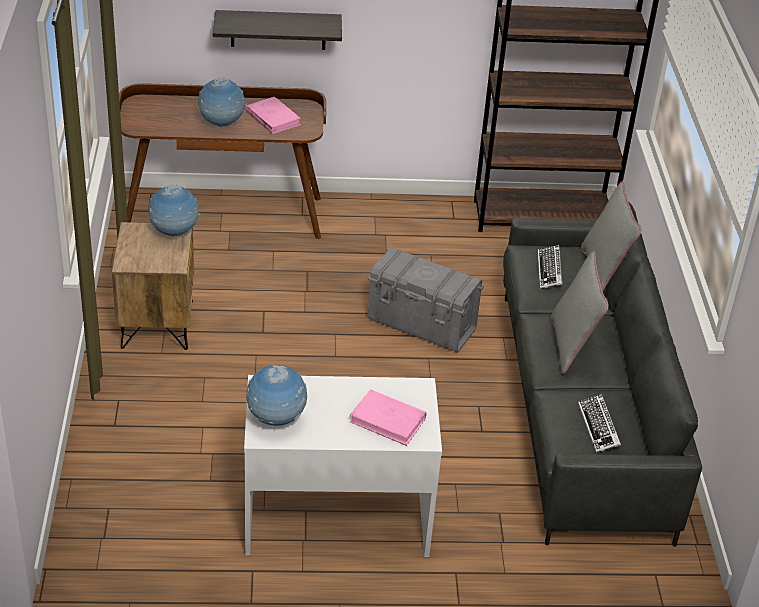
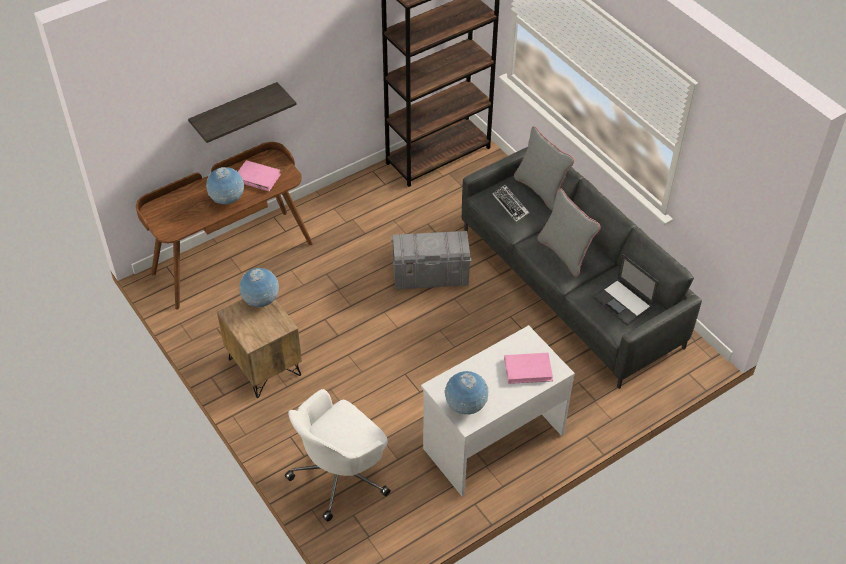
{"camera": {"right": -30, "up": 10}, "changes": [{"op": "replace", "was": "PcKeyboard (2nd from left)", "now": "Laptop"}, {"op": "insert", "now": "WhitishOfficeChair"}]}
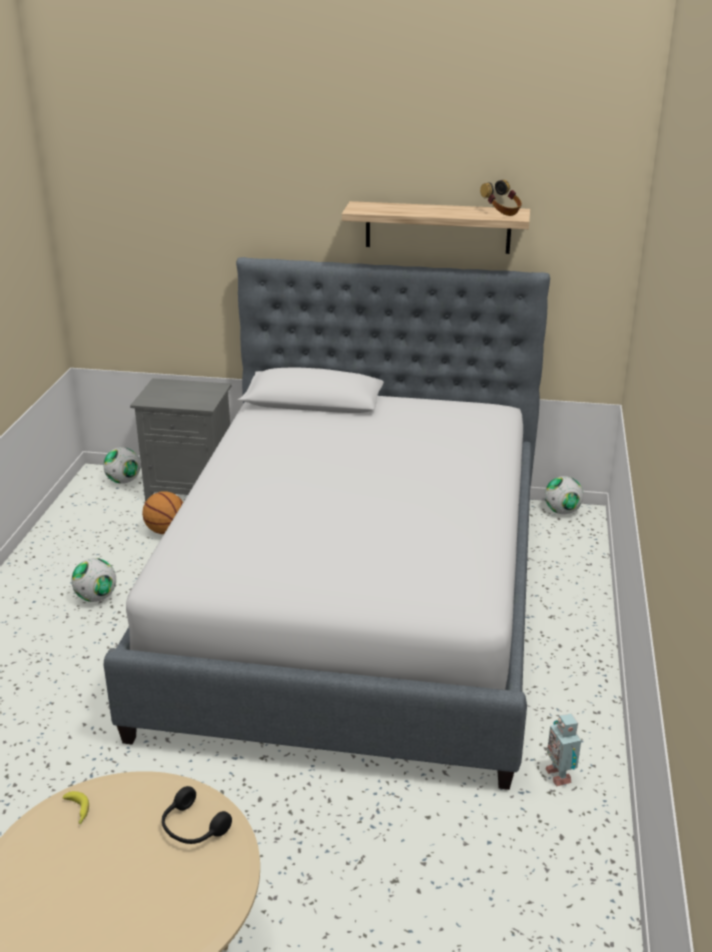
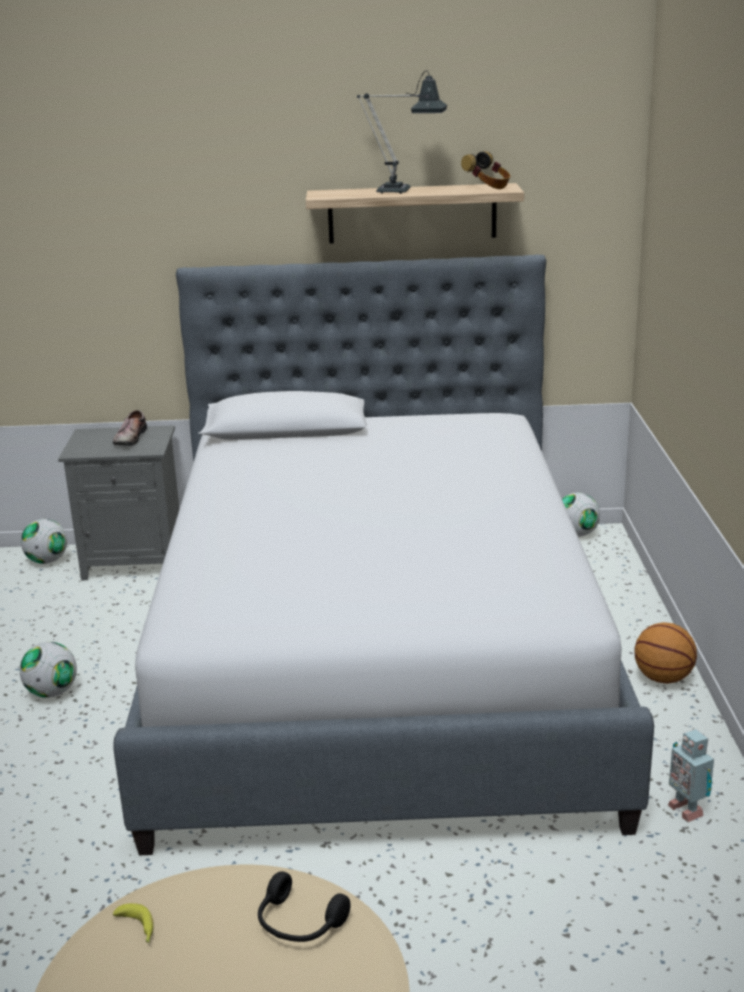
{"camera": {"right": -10, "up": -5}, "changes": [{"op": "move", "was": "Basketball"}, {"op": "insert", "now": "TabletopLamp"}, {"op": "insert", "now": "Shoe"}]}
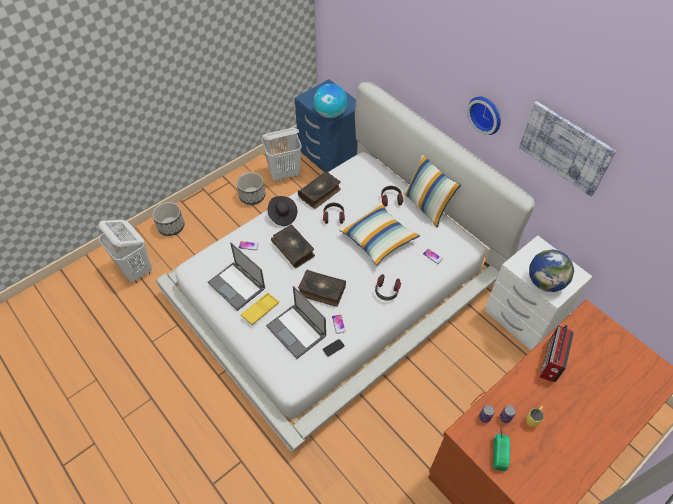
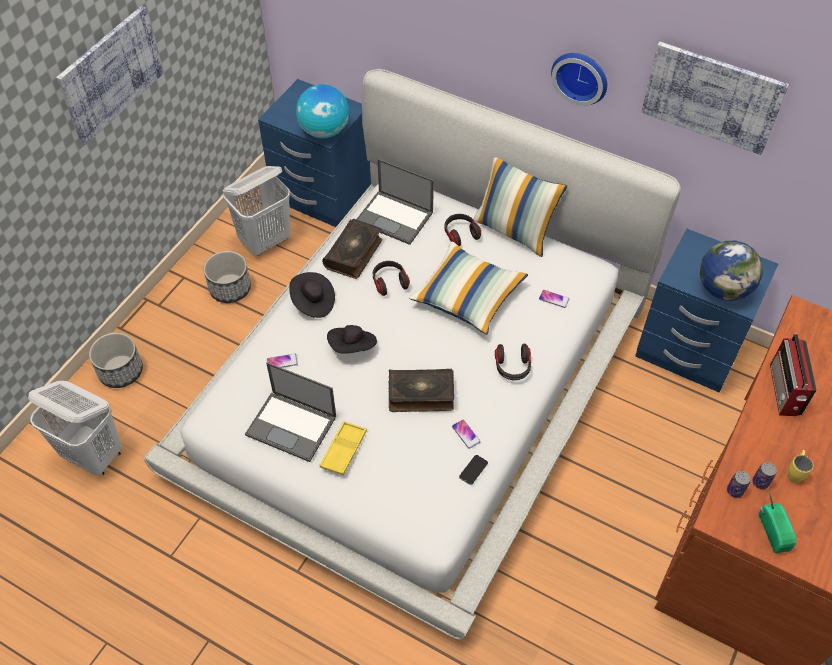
{"camera": {"right": -20, "up": 0}, "changes": [{"op": "replace", "was": "Book (1st from left)", "now": "BlackishWearableHat (2nd from left)"}, {"op": "recolor", "was": "WhitishNightTable", "now": "BluishNightTable (2nd from left)"}, {"op": "move", "was": "Laptop (2nd from left)"}, {"op": "insert", "now": "WallArt (1st from left)"}]}
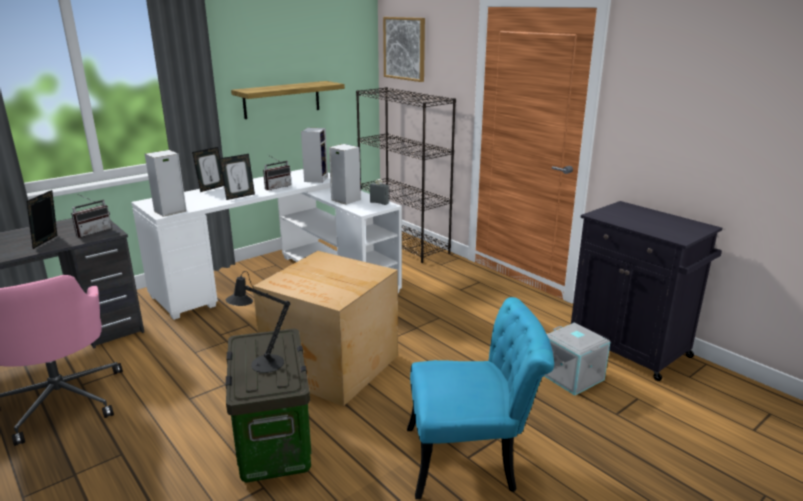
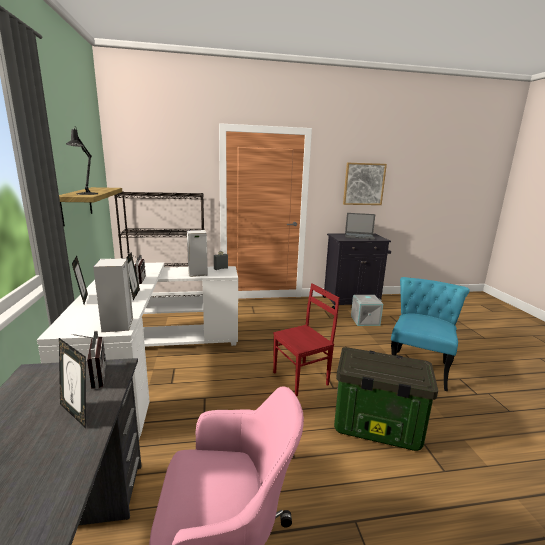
{"camera": {"right": -60, "up": -5}, "changes": [{"op": "move", "was": "WallArt"}, {"op": "delete", "was": "AudioSpeaker (2nd from left)"}, {"op": "replace", "was": "PackingBox", "now": "ReddishPlainChair"}, {"op": "move", "was": "BlackishTabletopLamp"}, {"op": "insert", "now": "Laptop"}]}
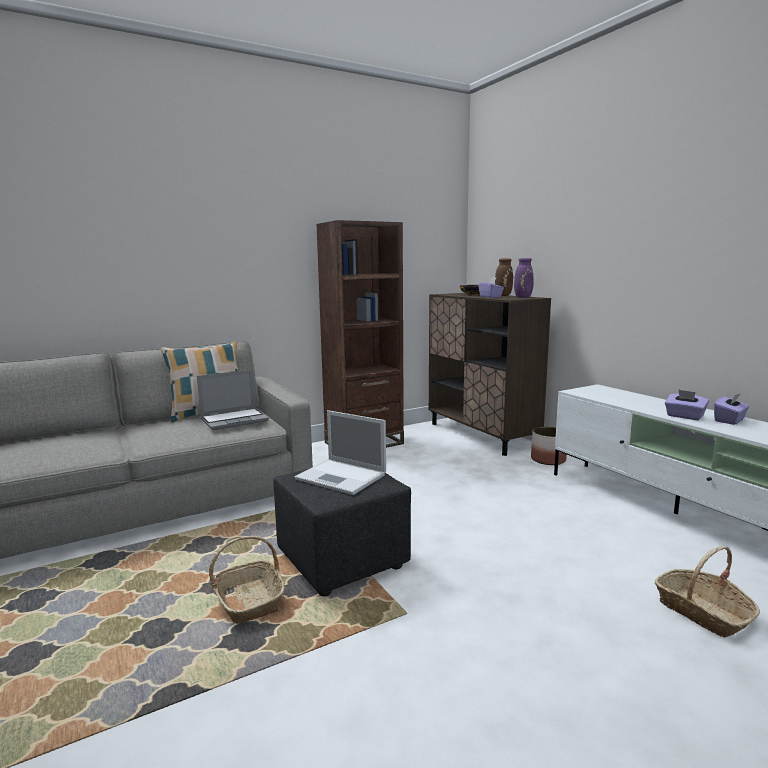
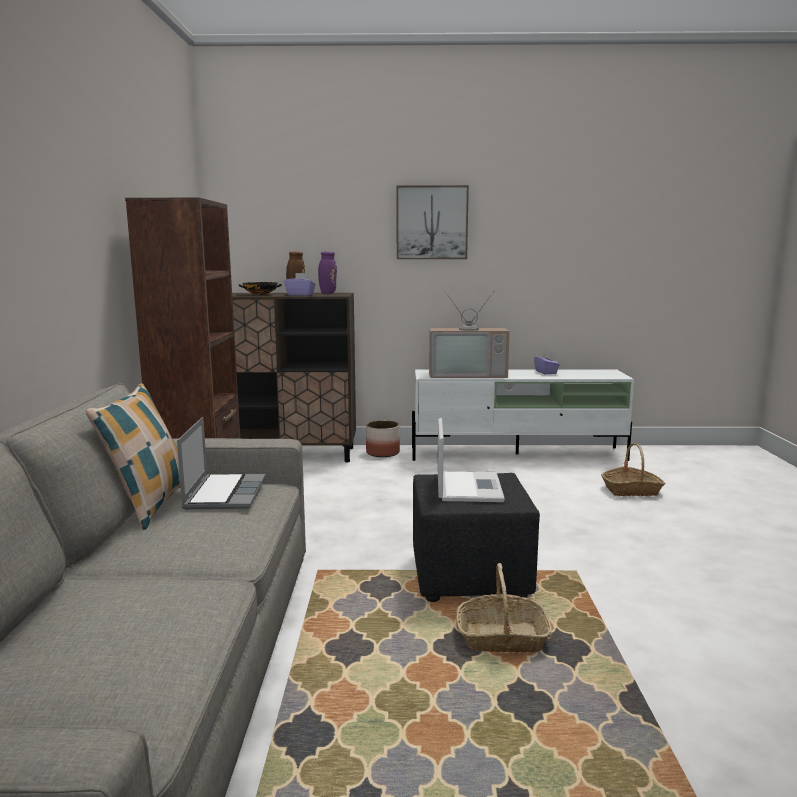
{"camera": {"right": -60, "up": 0}, "changes": [{"op": "delete", "was": "PurpleColouredTissueHolder (2nd from left)"}, {"op": "rotate", "was": "Laptop (2nd from left)", "clockwise": -60}, {"op": "insert", "now": "WallArt"}, {"op": "insert", "now": "Television"}]}
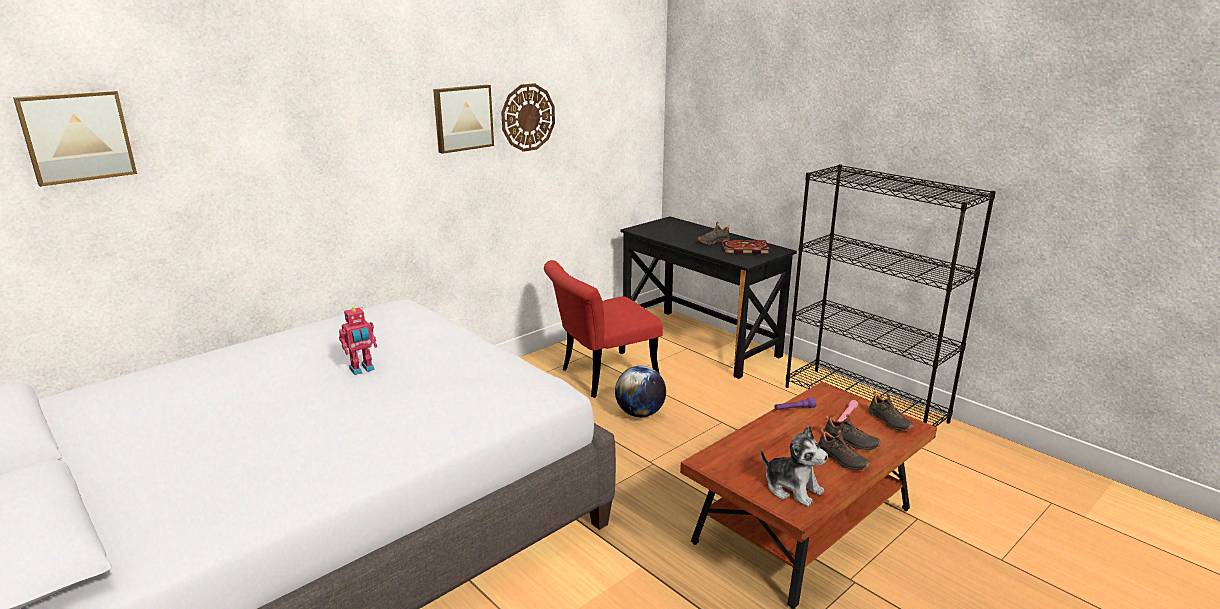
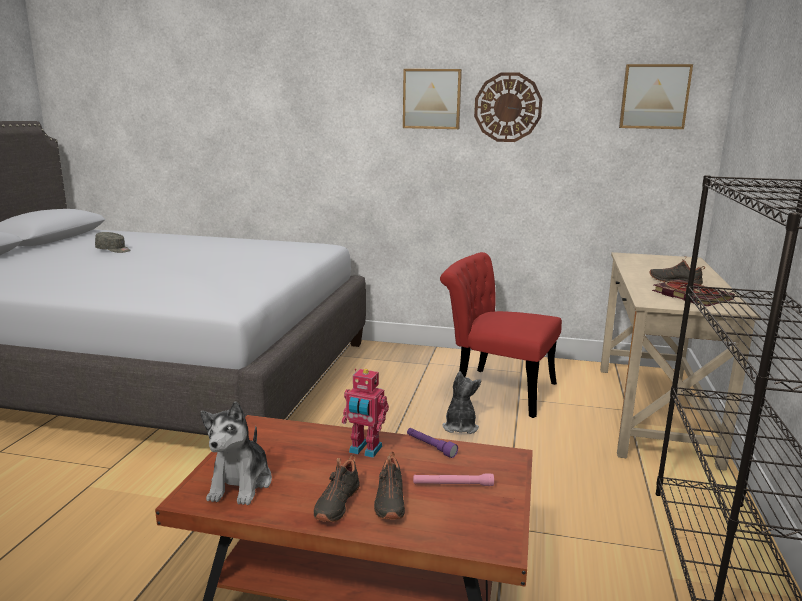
{"camera": {"right": 55, "up": -5}, "changes": [{"op": "move", "was": "WallArt (1st from left in the first image)", "now": "WallArt (2nd from left)"}, {"op": "recolor", "was": "BlackishDesk", "now": "BeigeDesk"}, {"op": "move", "was": "ToyRobot"}, {"op": "replace", "was": "Globe", "now": "PlushToy (2nd from left)"}, {"op": "delete", "was": "BlackishShoe (4th from left)"}, {"op": "insert", "now": "GreyishCap"}]}
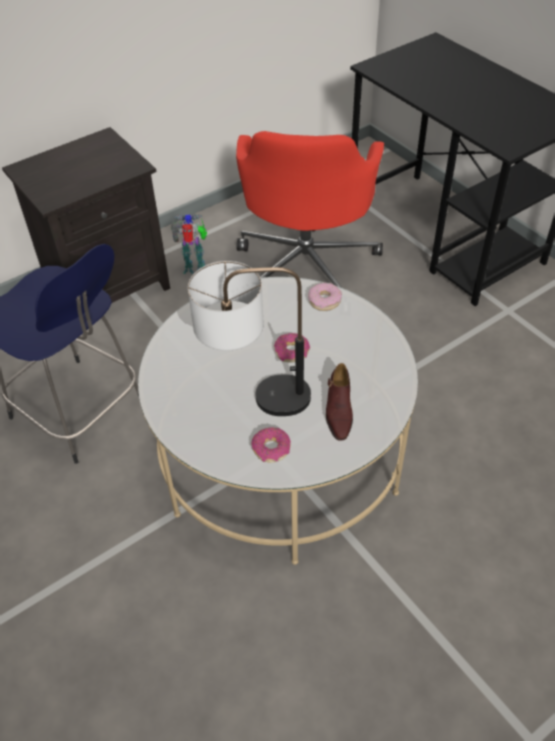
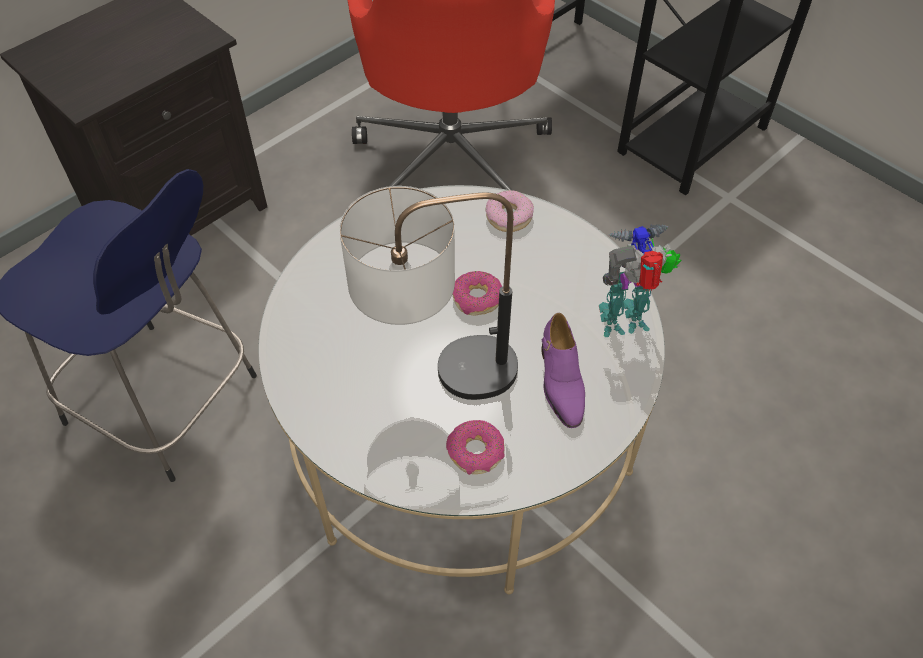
{"camera": {"right": -10, "up": 5}, "changes": [{"op": "move", "was": "ToyRobot"}, {"op": "recolor", "was": "BrownShoe", "now": "PurpleColouredShoe"}]}
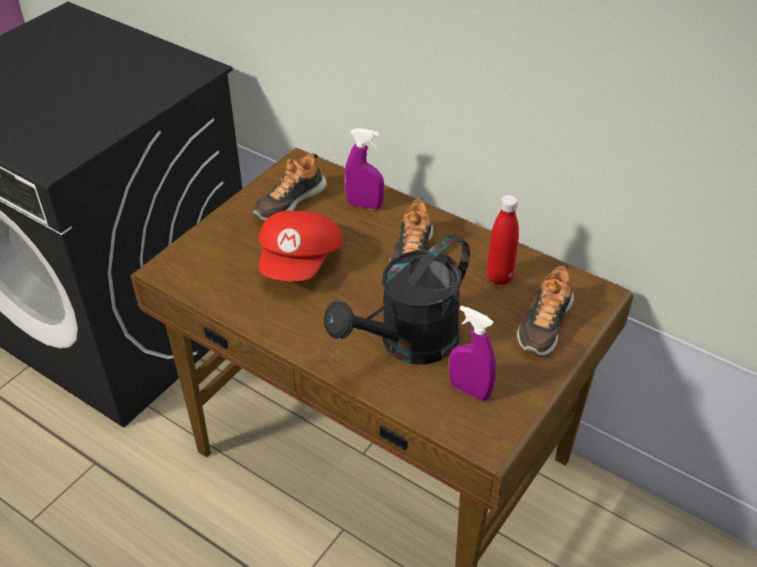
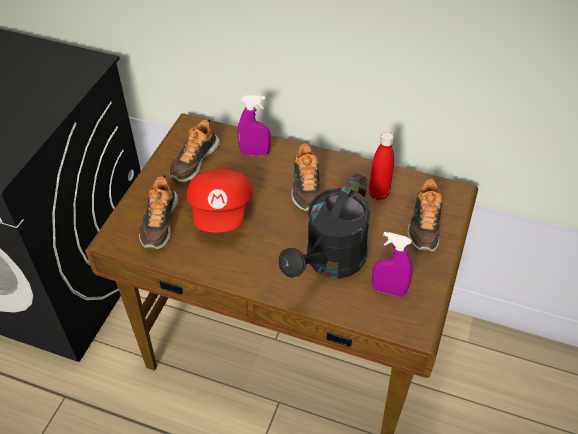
{"camera": {"right": -15, "up": 5}, "changes": [{"op": "insert", "now": "Shoe (1st from left)"}]}
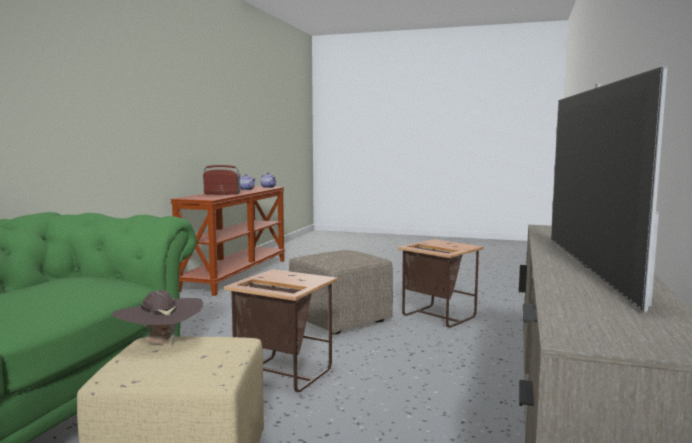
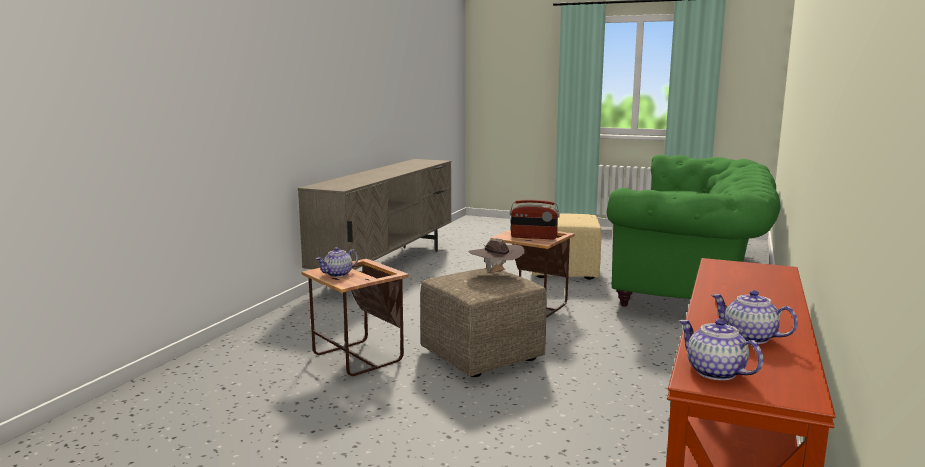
{"camera": {"right": -175, "up": 5}, "changes": [{"op": "delete", "was": "Television"}, {"op": "move", "was": "RadioSet"}, {"op": "move", "was": "BrownWearableHat"}, {"op": "insert", "now": "TeaPot (1st from left)"}]}
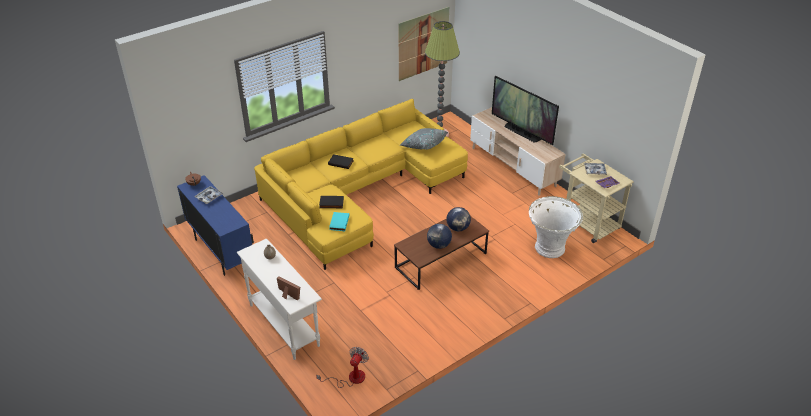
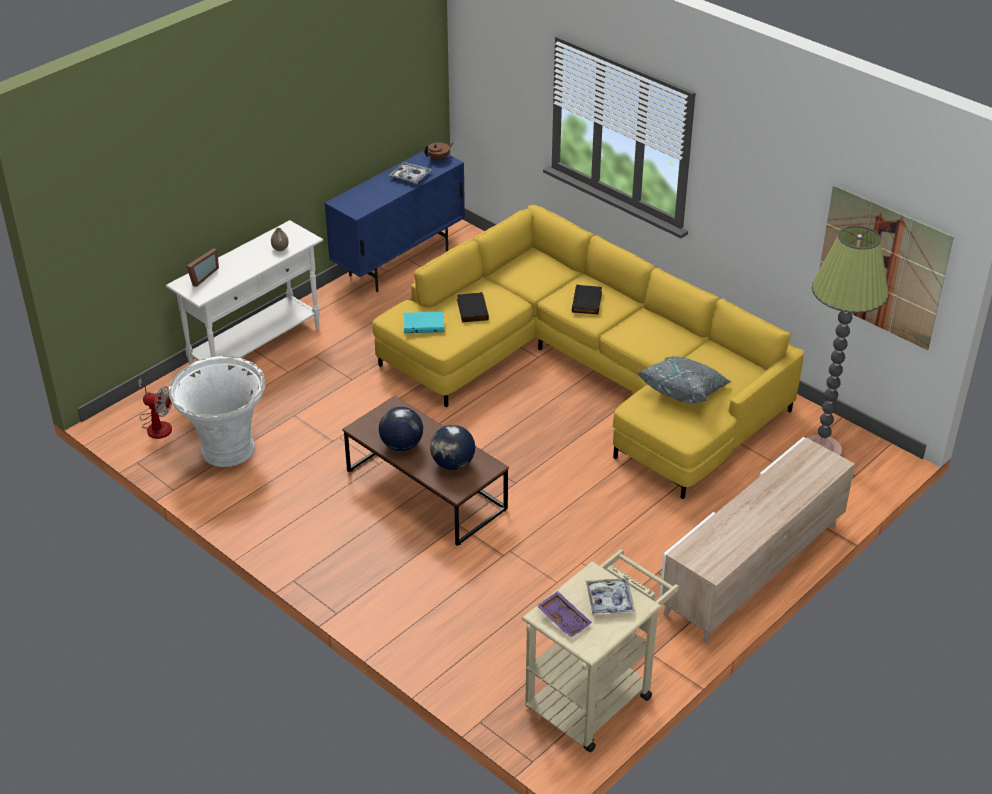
{"camera": {"right": 80, "up": 0}, "changes": [{"op": "delete", "was": "Television"}, {"op": "move", "was": "WhitishFlowerPot"}]}
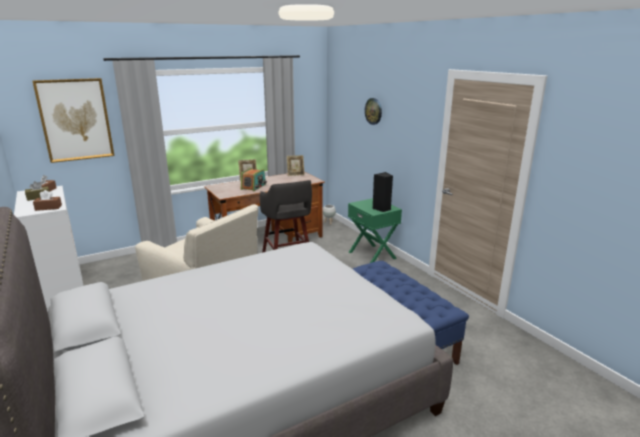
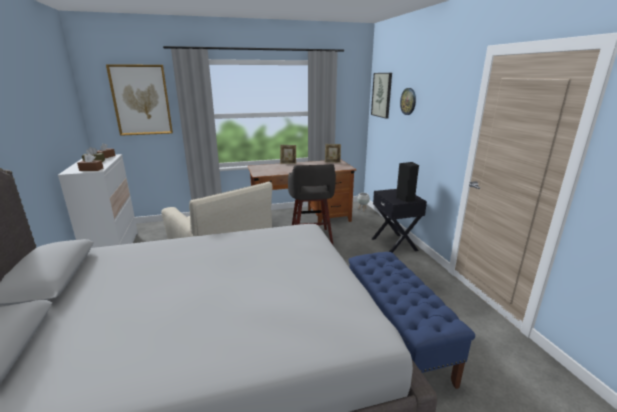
{"camera": {"right": 15, "up": 0}, "changes": [{"op": "delete", "was": "RadioSet"}, {"op": "recolor", "was": "GreenNightTable", "now": "BlackishNightTable"}, {"op": "insert", "now": "WallArt (2nd from left)"}]}
